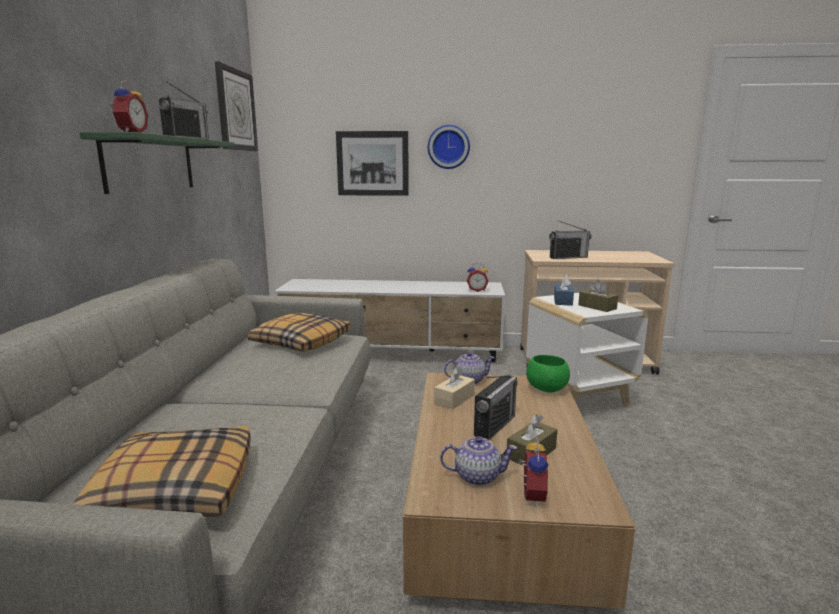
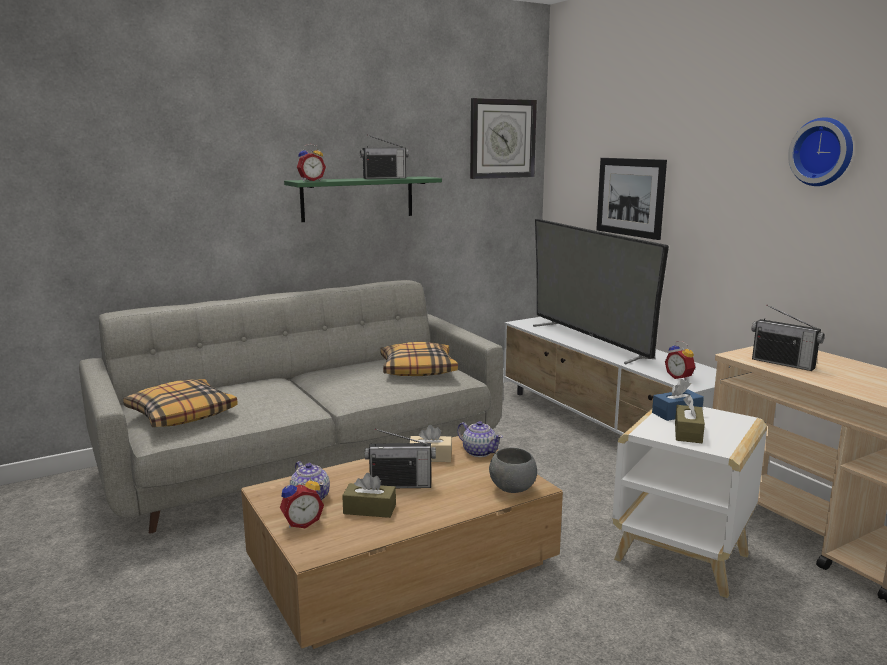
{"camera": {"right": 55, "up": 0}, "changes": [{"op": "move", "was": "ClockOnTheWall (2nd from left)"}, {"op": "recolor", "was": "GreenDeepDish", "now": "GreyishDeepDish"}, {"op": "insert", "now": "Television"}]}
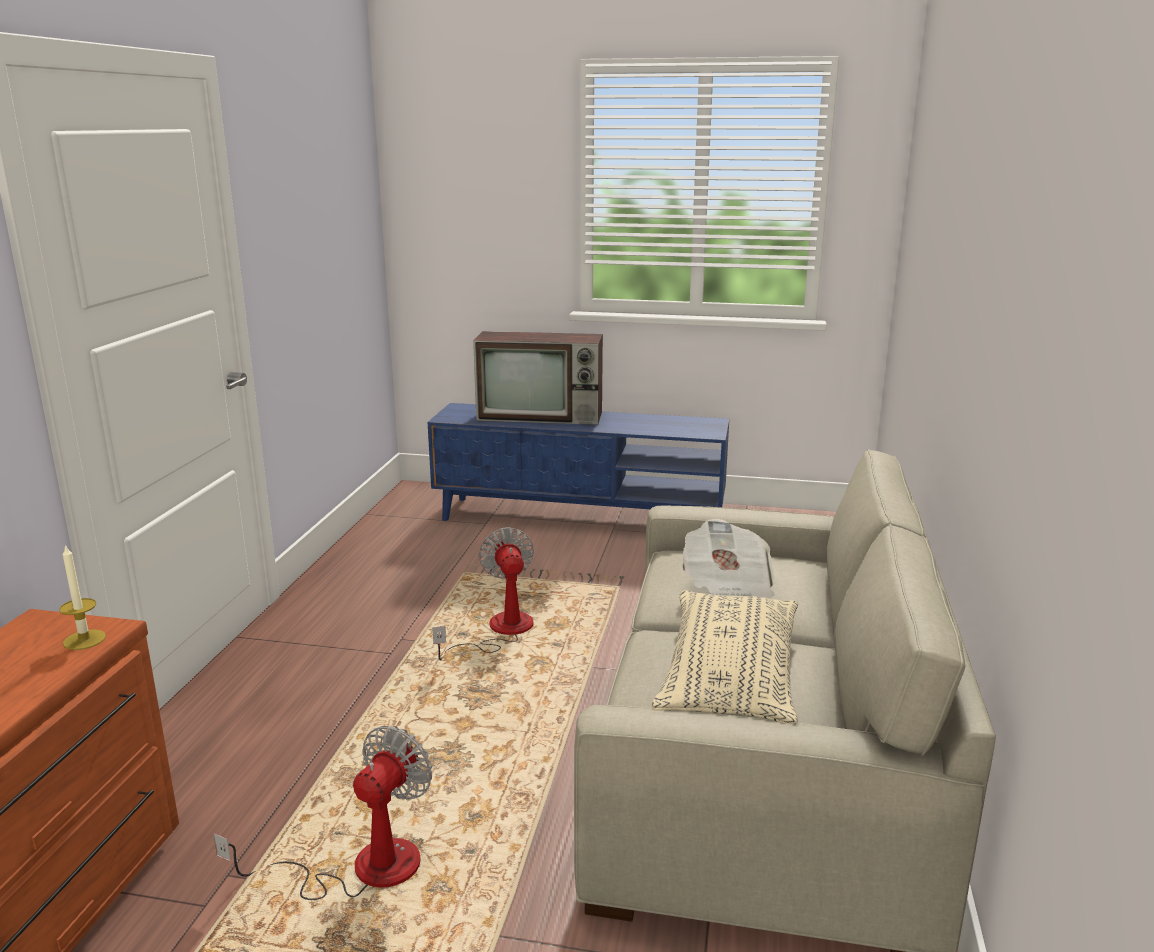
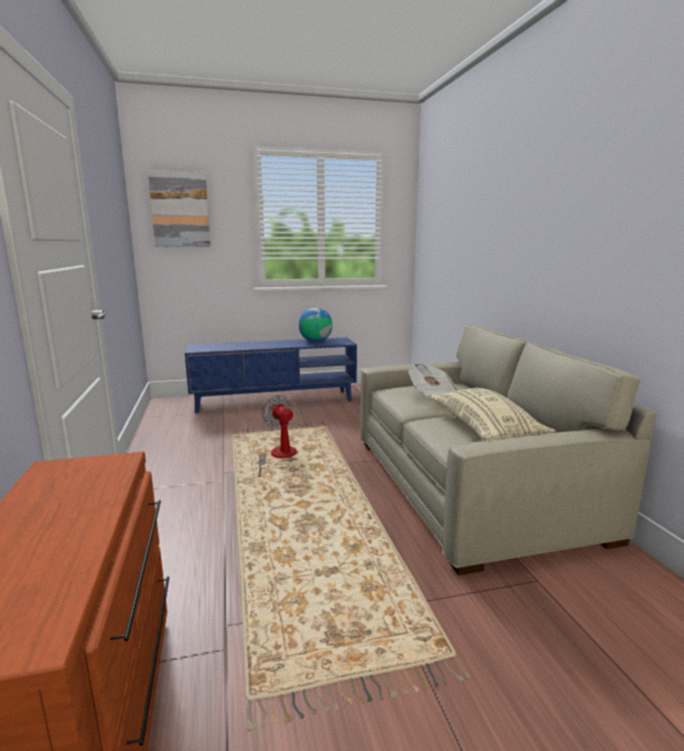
{"camera": {"right": -25, "up": -5}, "changes": [{"op": "delete", "was": "Television"}, {"op": "delete", "was": "Candle"}, {"op": "delete", "was": "CoolingFan (1st from left)"}, {"op": "insert", "now": "WallArt"}, {"op": "insert", "now": "Globe"}]}
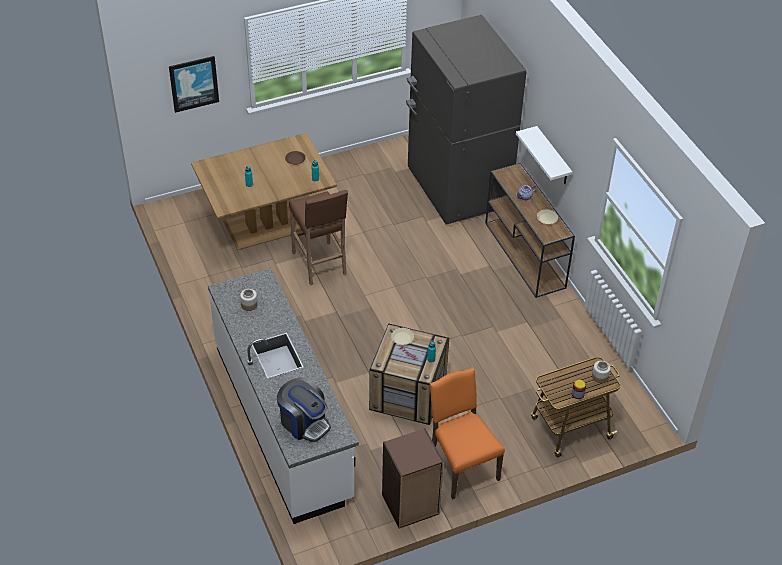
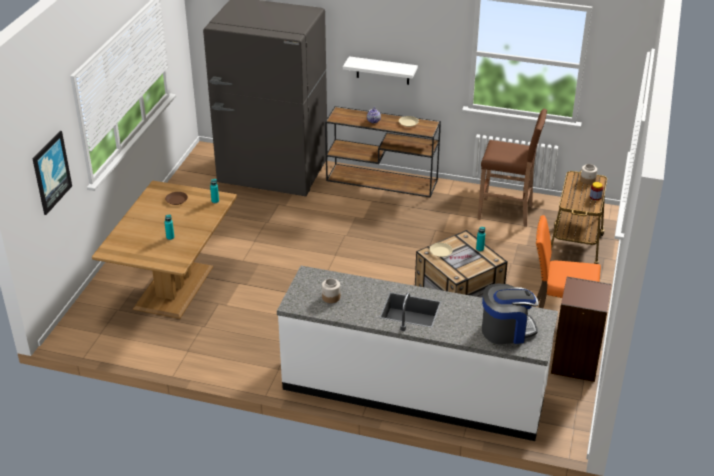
{"camera": {"right": -50, "up": -10}, "changes": [{"op": "move", "was": "BrownStool"}]}
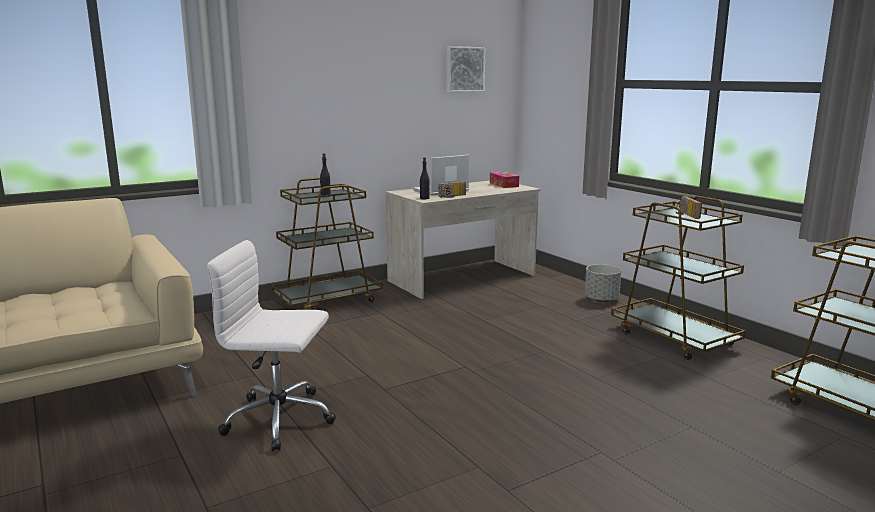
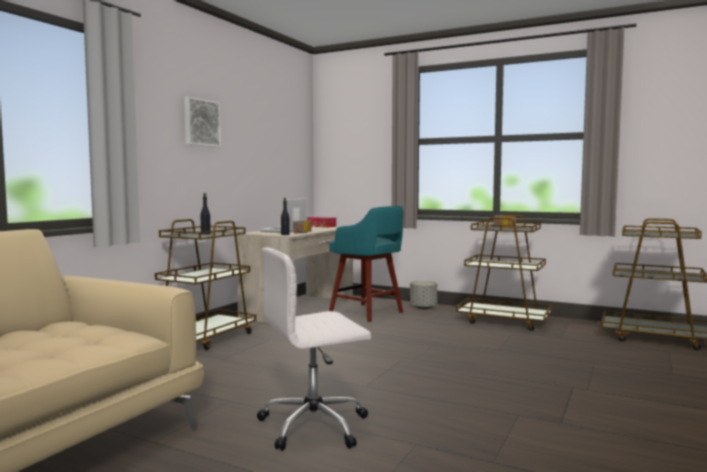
{"camera": {"right": -30, "up": -10}, "changes": [{"op": "move", "was": "WallArt"}, {"op": "insert", "now": "TurquoiseColouredStool"}]}
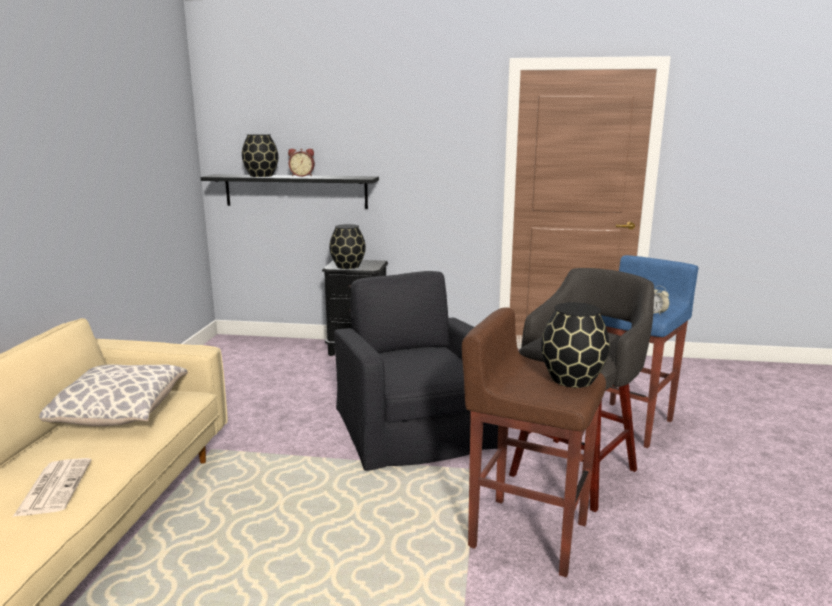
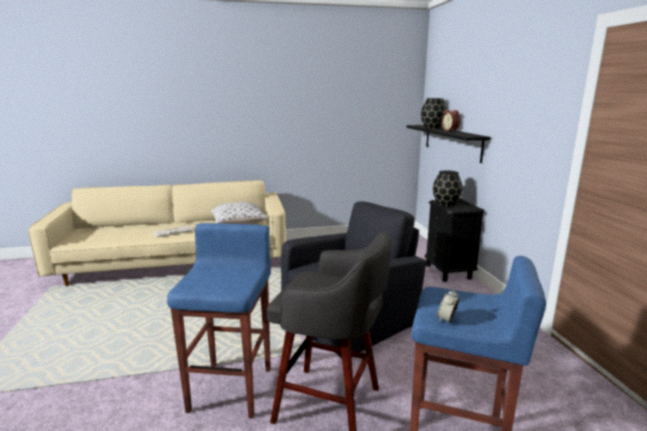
{"camera": {"right": 70, "up": 0}, "changes": [{"op": "delete", "was": "BlackishVase (3rd from left)"}, {"op": "recolor", "was": "BrownStool", "now": "BluishStool (1st from left)"}]}
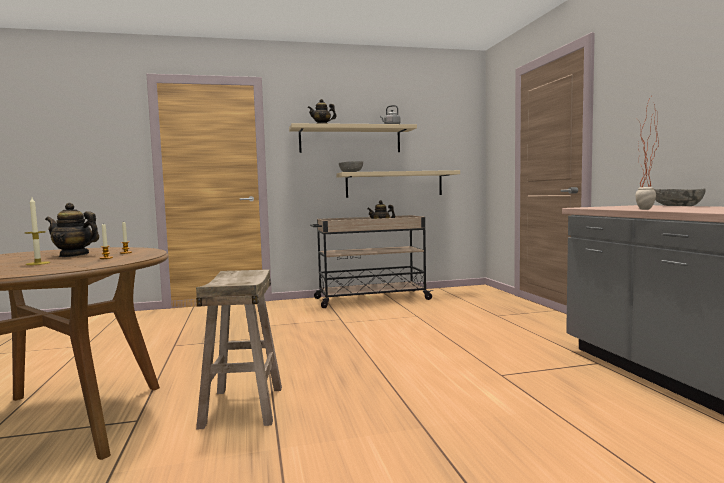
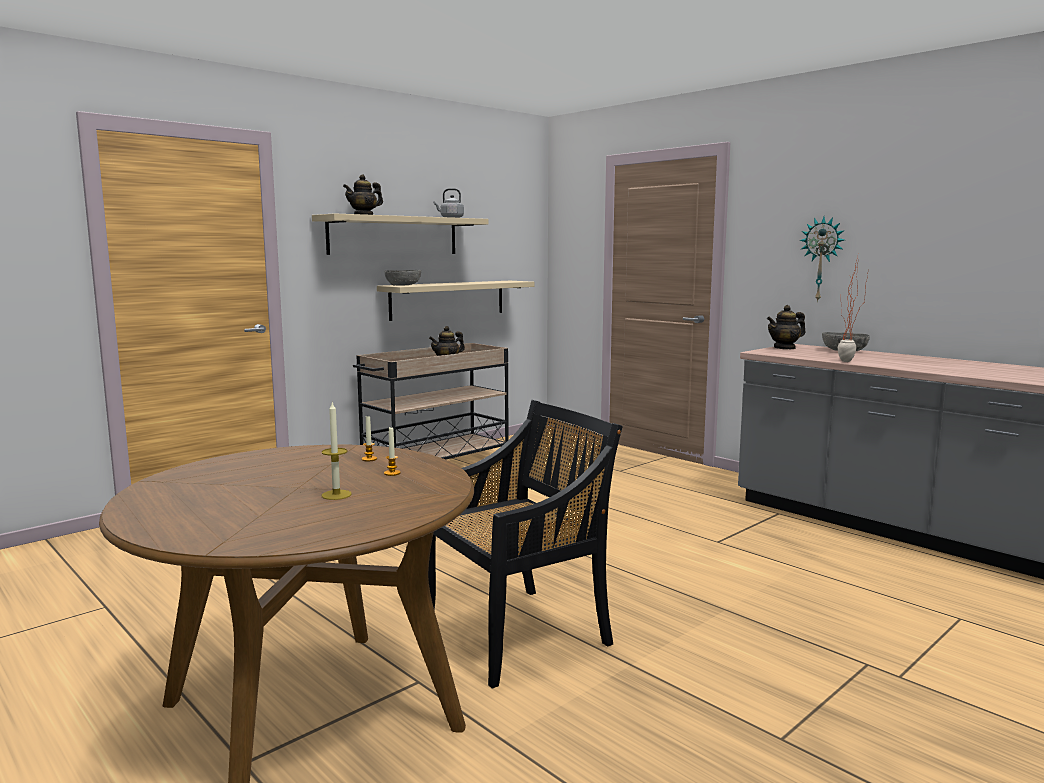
{"camera": {"right": -30, "up": 5}, "changes": [{"op": "move", "was": "TeaPot (1st from left in the first image)", "now": "TeaPot (3rd from left)"}, {"op": "replace", "was": "BeigeStool", "now": "BlackishPlainChair"}, {"op": "insert", "now": "ClockOnTheWall"}]}
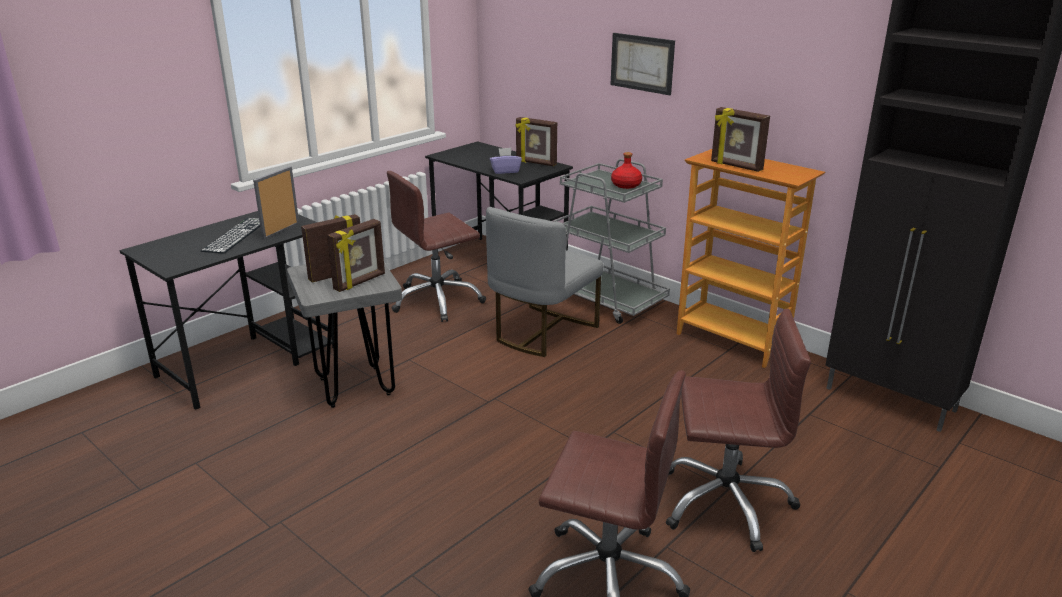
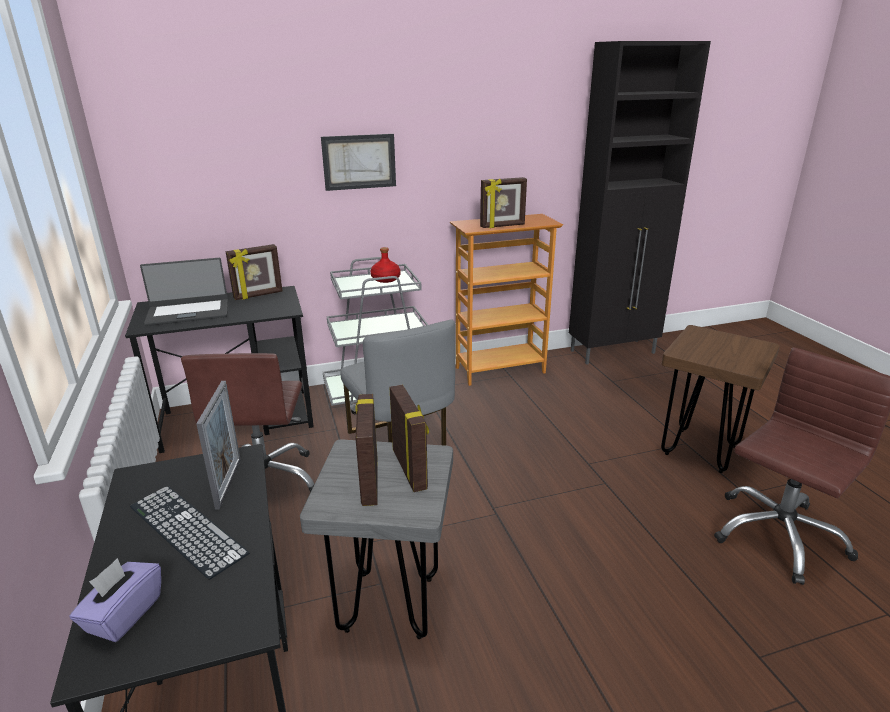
{"camera": {"right": -60, "up": 0}, "changes": [{"op": "move", "was": "PurpleColouredTissueHolder"}, {"op": "rotate", "was": "StandingFrame (1st from left)", "clockwise": -150}, {"op": "replace", "was": "BrownOfficeChair (3rd from left)", "now": "BrownStool"}, {"op": "insert", "now": "Laptop"}]}
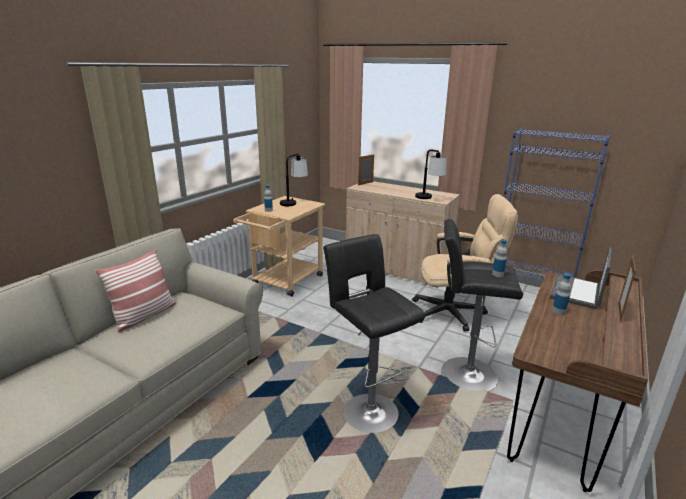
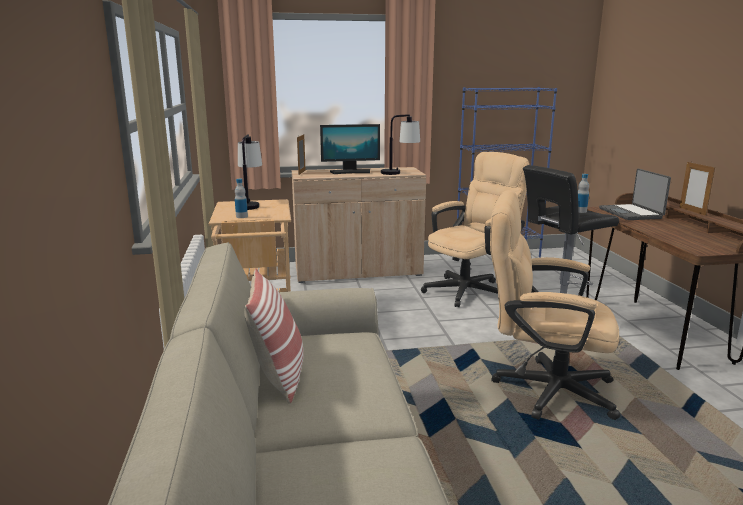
{"camera": {"right": -40, "up": -5}, "changes": [{"op": "replace", "was": "BlackishStool (1st from left)", "now": "BeigeOfficeChair (2nd from left)"}, {"op": "delete", "was": "DrinkBottle (3rd from left)"}, {"op": "insert", "now": "Monitor"}]}
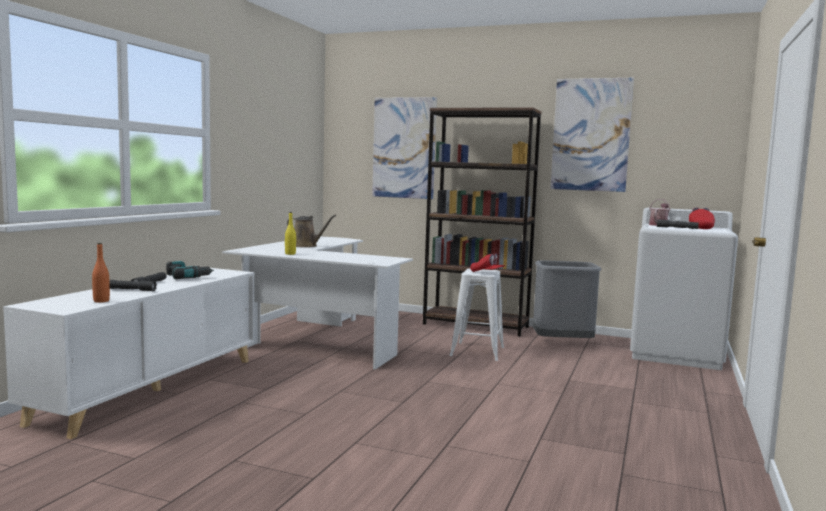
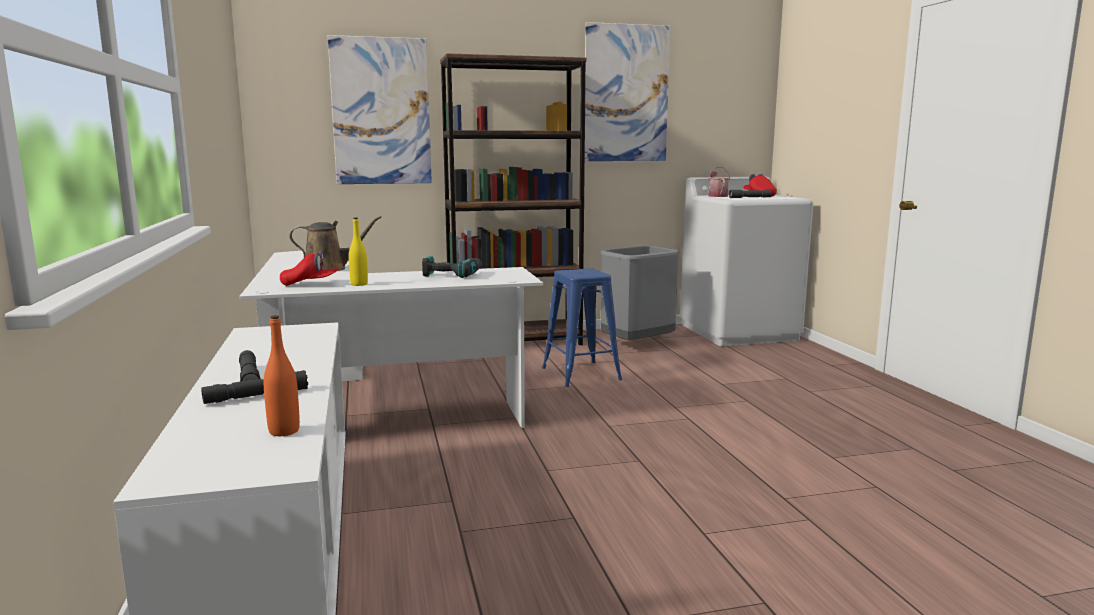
{"camera": {"right": -35, "up": 5}, "changes": [{"op": "move", "was": "ReddishCap (1st from left)"}, {"op": "move", "was": "PowerDrill"}, {"op": "recolor", "was": "WhitishStool", "now": "BluishStool"}]}
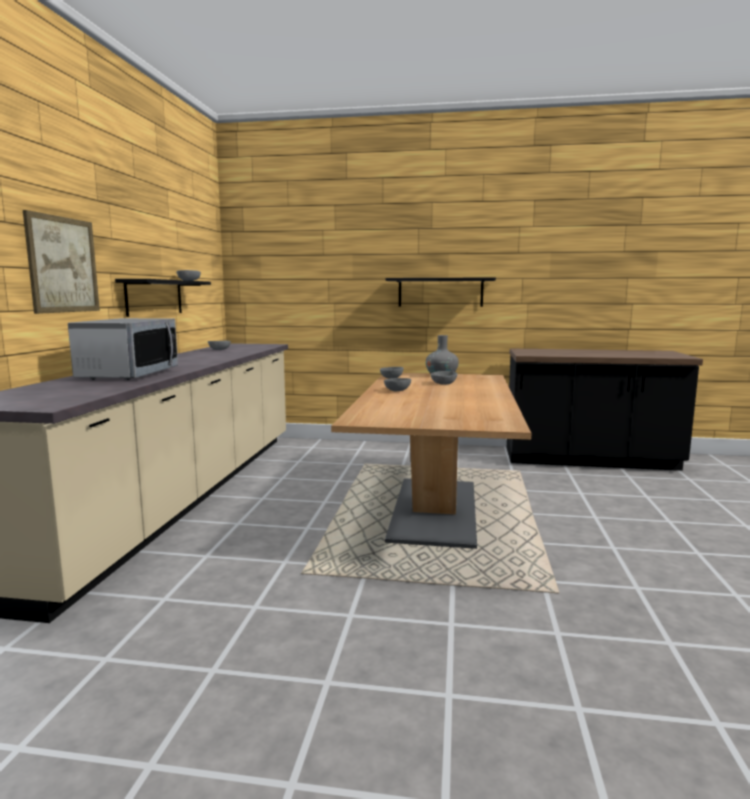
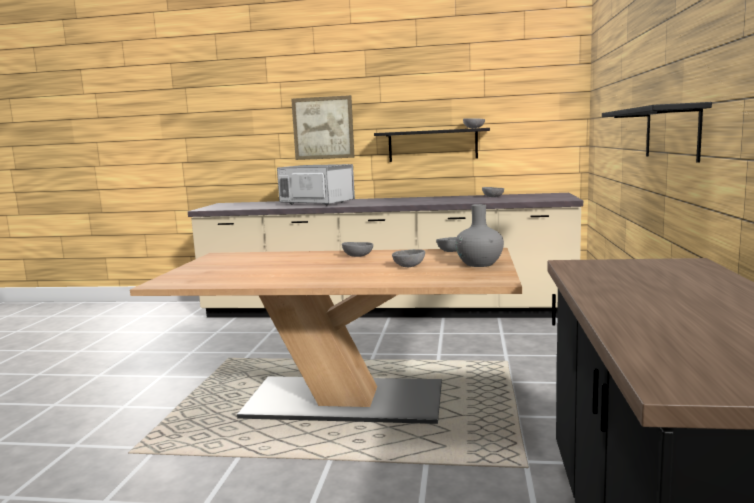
{"camera": {"right": 90, "up": 0}, "changes": [{"op": "rotate", "was": "KitchenMicrowave", "clockwise": -150}]}
